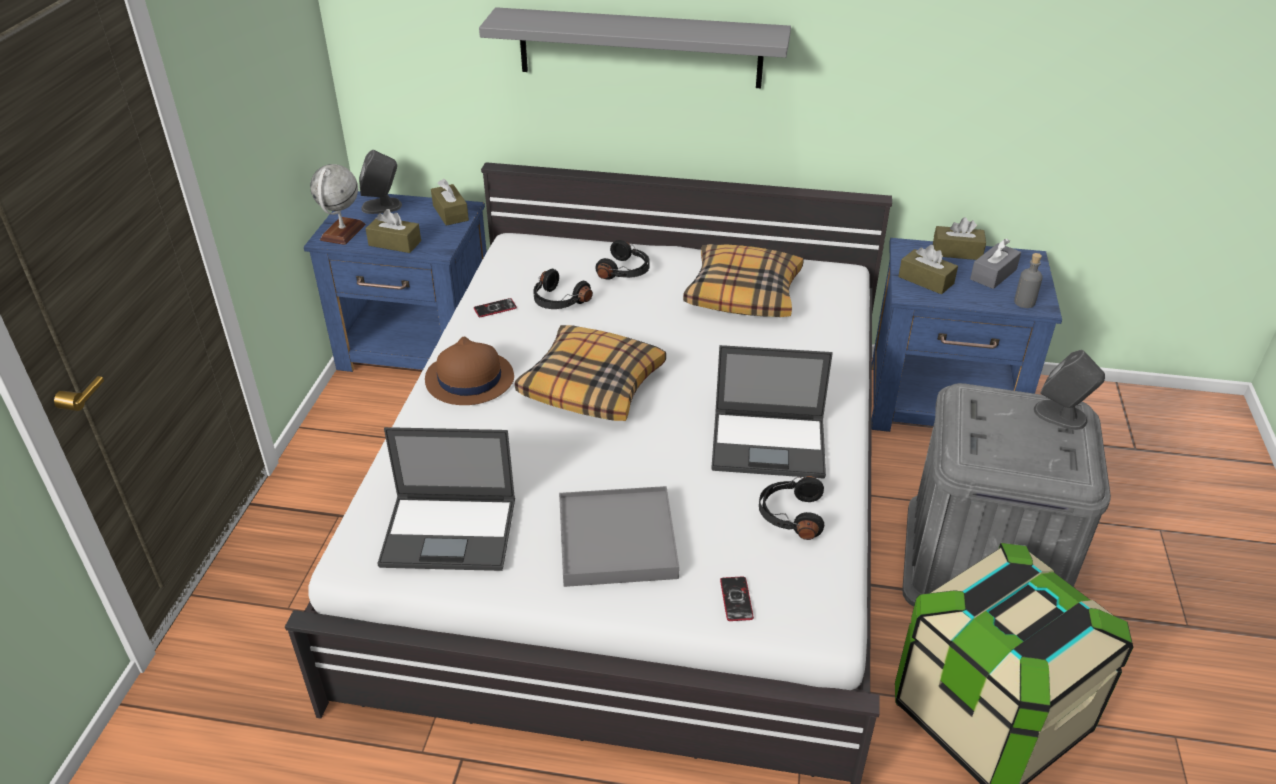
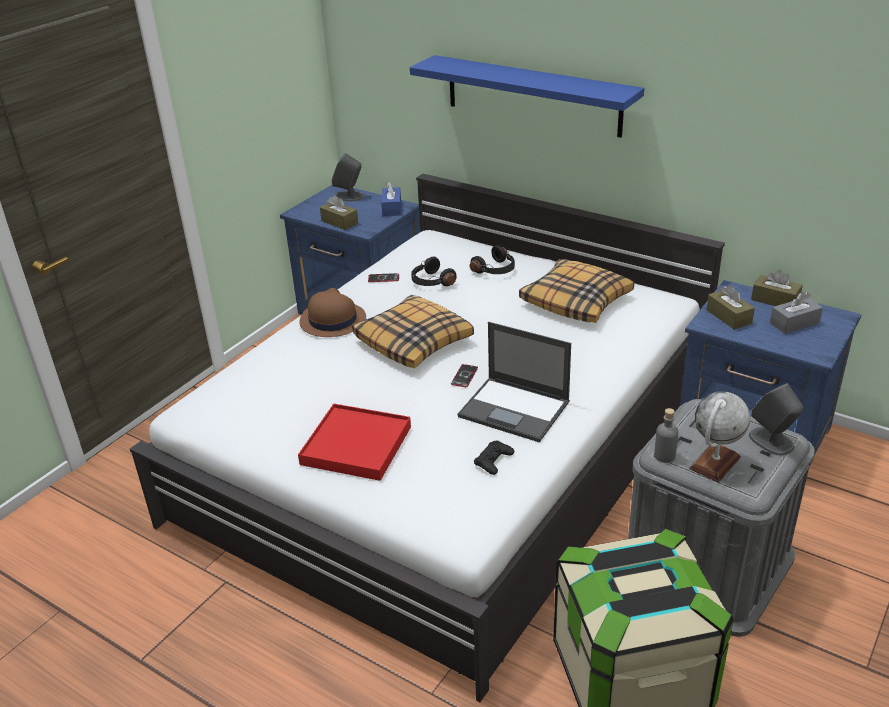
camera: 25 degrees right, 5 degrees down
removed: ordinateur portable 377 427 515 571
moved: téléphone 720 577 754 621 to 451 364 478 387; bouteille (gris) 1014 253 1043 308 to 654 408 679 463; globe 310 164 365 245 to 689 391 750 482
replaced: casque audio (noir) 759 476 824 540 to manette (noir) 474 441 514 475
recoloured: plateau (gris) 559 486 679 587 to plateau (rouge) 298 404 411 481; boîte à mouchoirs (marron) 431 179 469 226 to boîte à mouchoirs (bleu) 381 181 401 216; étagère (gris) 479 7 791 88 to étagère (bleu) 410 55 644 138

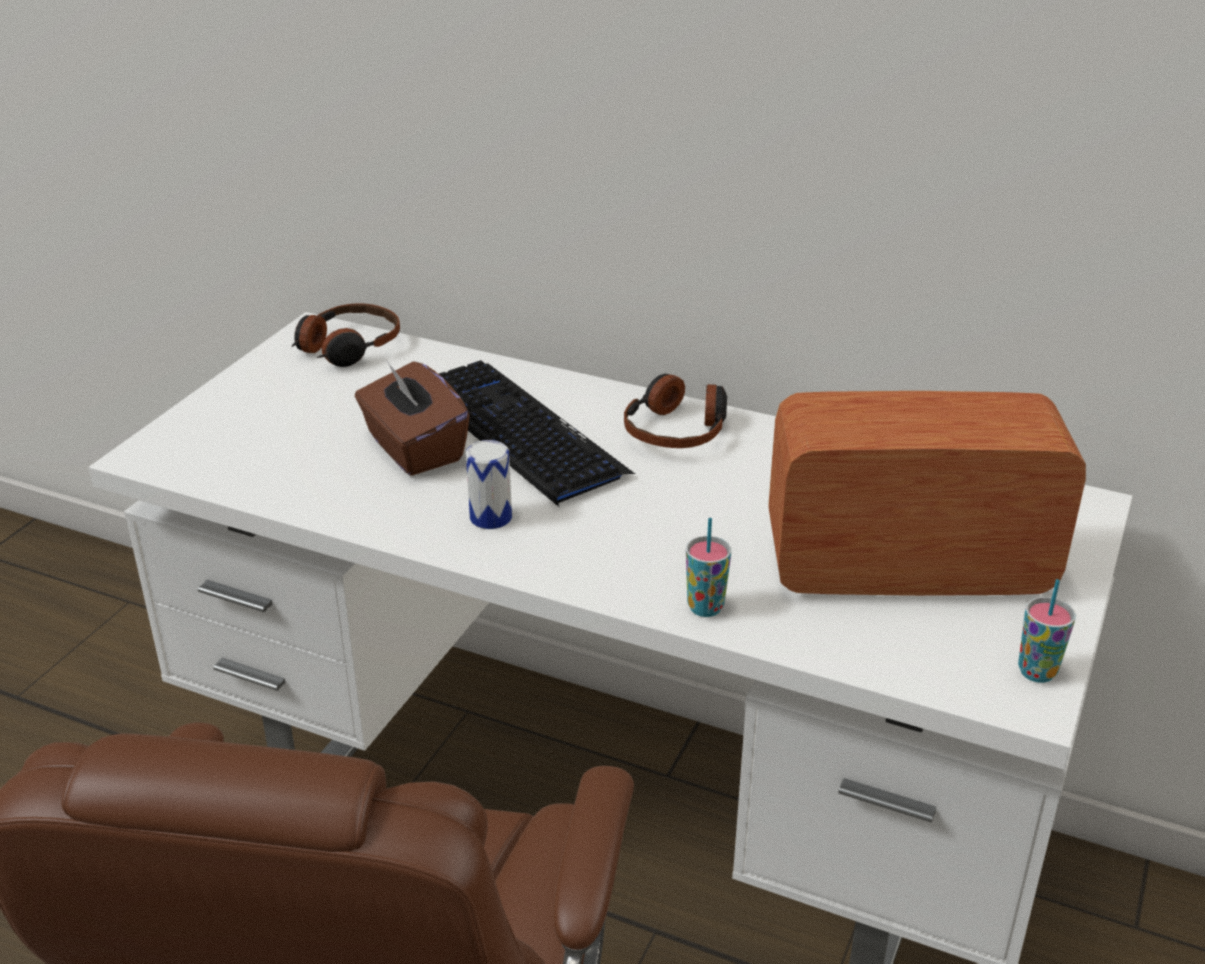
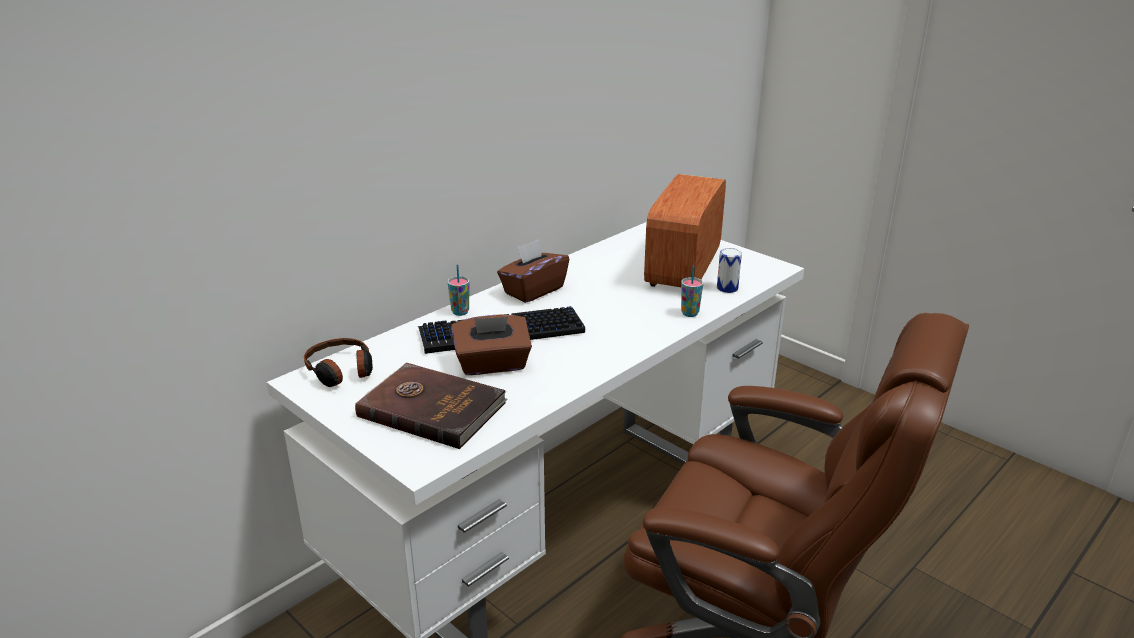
camera: 70 degrees left, 5 degrees down
added: livre (marron) 355 362 508 449
moved: tasse 1018 579 1076 683 to 447 264 470 316; boîte métallique 466 440 512 529 to 717 248 742 293
replaced: casque audio 624 374 727 448 to boîte à mouchoirs (marron) 497 239 569 303

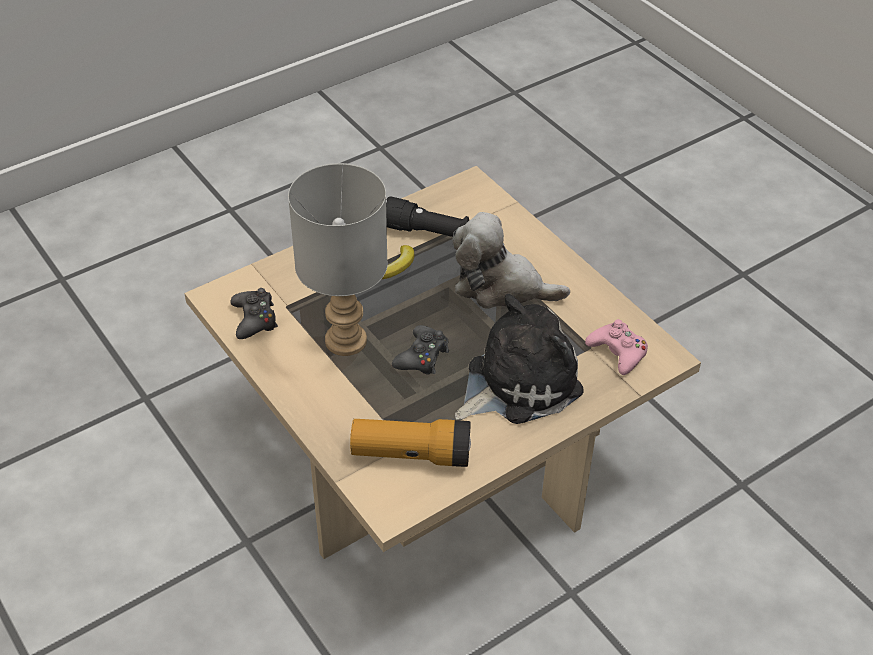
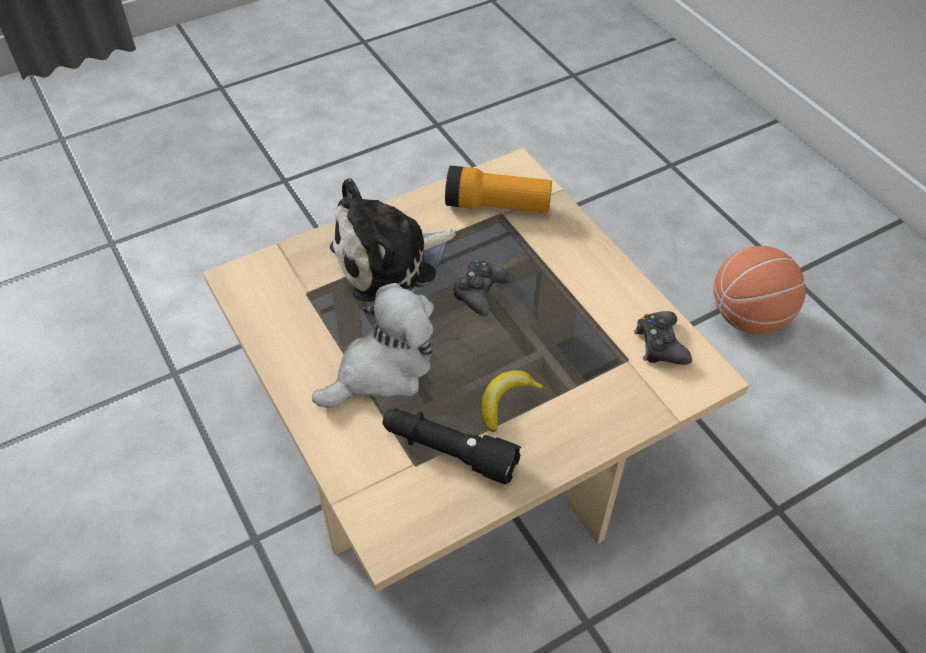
camera: 175 degrees left, 5 degrees up
removed: lampe de table (gris) 288 163 388 356; manette (rose) 585 319 648 375
added: ballon de basket 714 246 806 334
turned: peluche 452 212 570 309 = 312 283 434 408 60 degrees counterclockwise

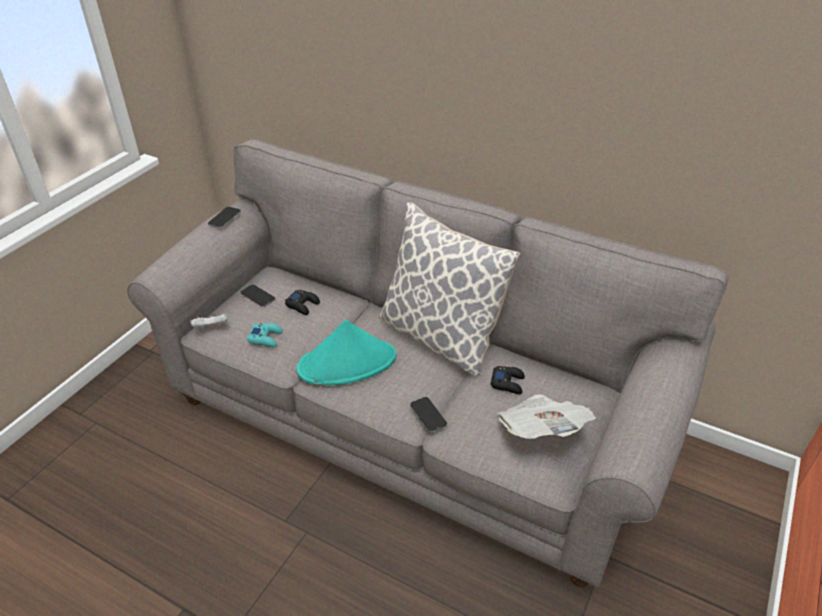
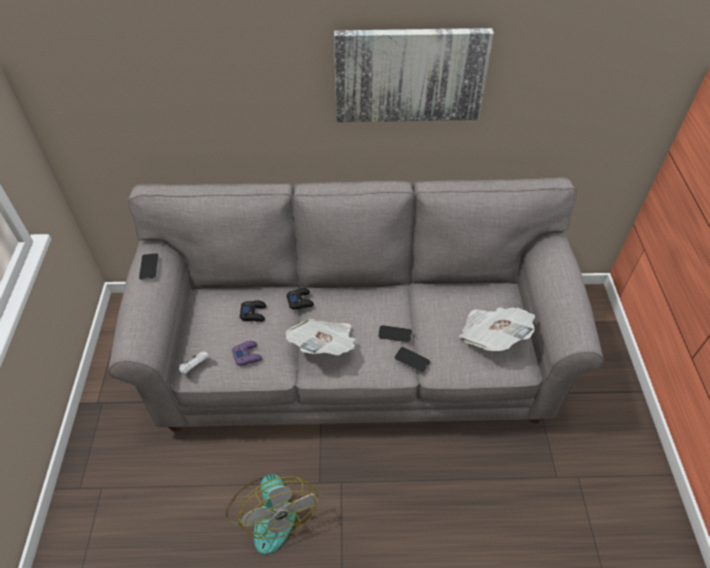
camera: 30 degrees left, 10 degrees up
removed: coussin 379 202 520 376
added: ventilateur 225 474 318 555; tableau 334 28 494 122
moved: manette (noir) 490 366 525 394 to 286 288 314 310; téléphone 240 285 275 307 to 378 325 412 343
replaced: chapeau (turquoise) 297 320 397 385 to journal 285 319 356 355
recoloured: manette (turquoise) 247 323 283 347 to manette (violet) 231 341 262 366

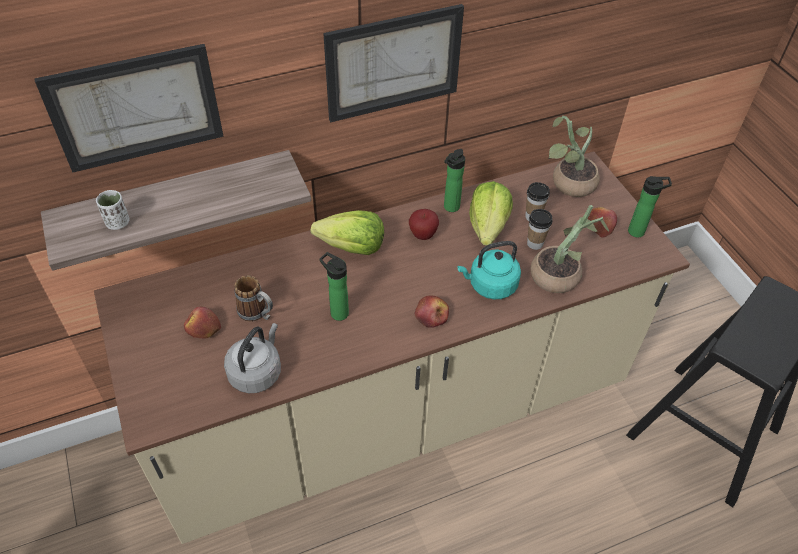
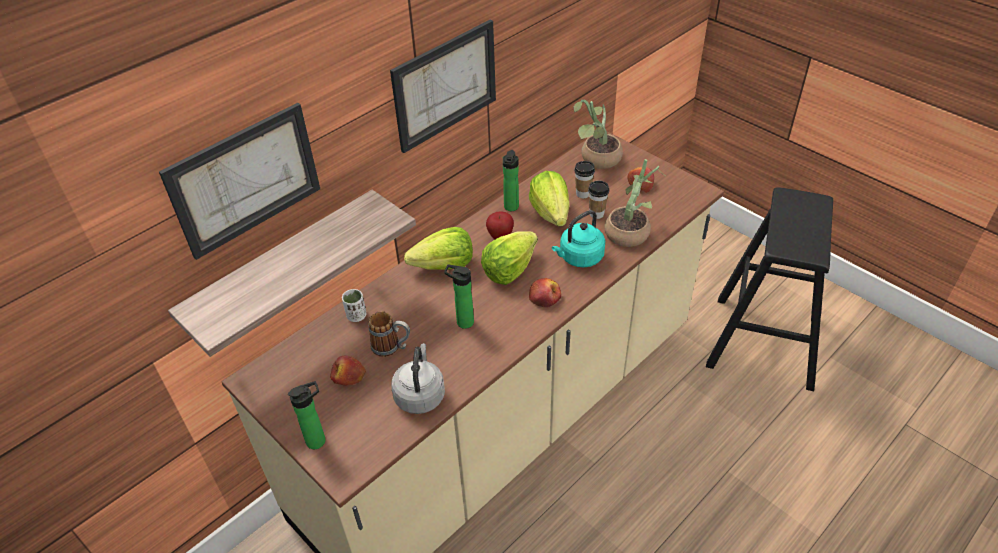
camera: 20 degrees left, 5 degrees down
added: laitue 481 231 538 285
moved: bouteille 628 176 672 238 to 288 381 325 449; tasse (blanc) 96 190 130 230 to 342 289 366 322

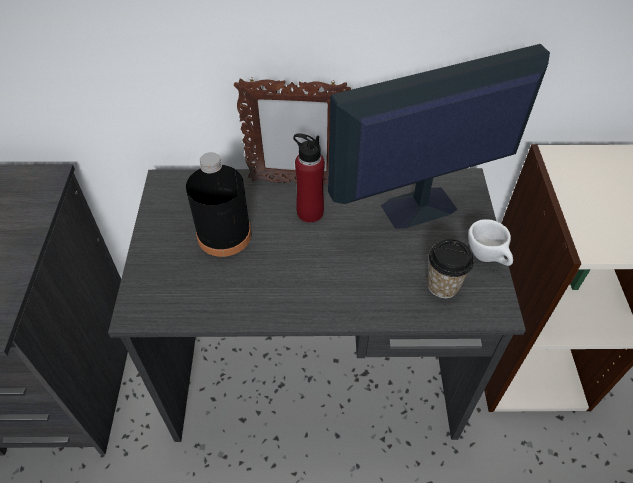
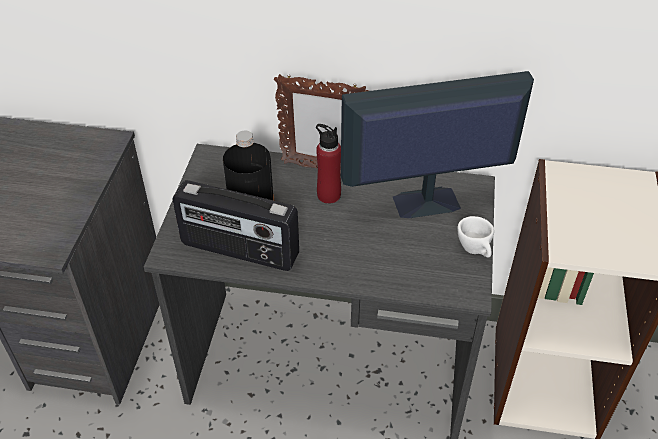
camera: 10 degrees right, 5 degrees down
removed: tasse 427 239 474 298
added: radio 172 180 299 271

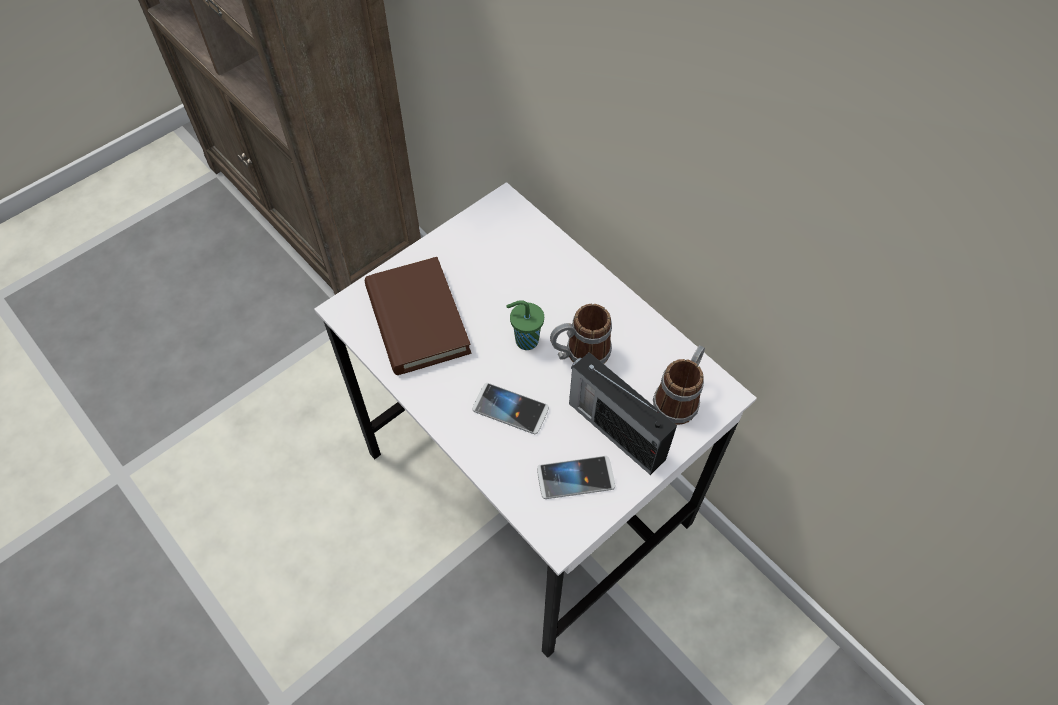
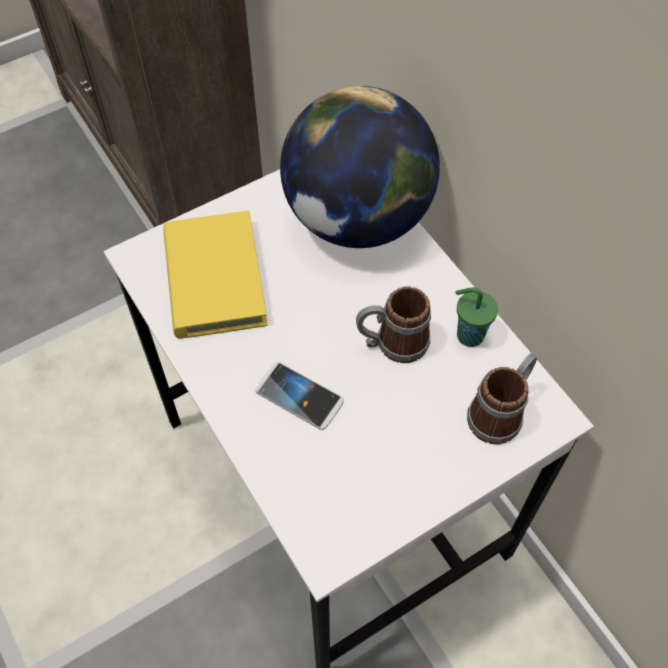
camera: 10 degrees right, 0 degrees up
removed: téléphone 537 456 615 499; radio 569 352 677 475
added: globe 280 86 440 248
moved: tasse (vert) 507 300 544 350 to 455 287 498 347
recoloured: livre (marron) 365 257 471 375 to livre (jaune) 163 211 268 339

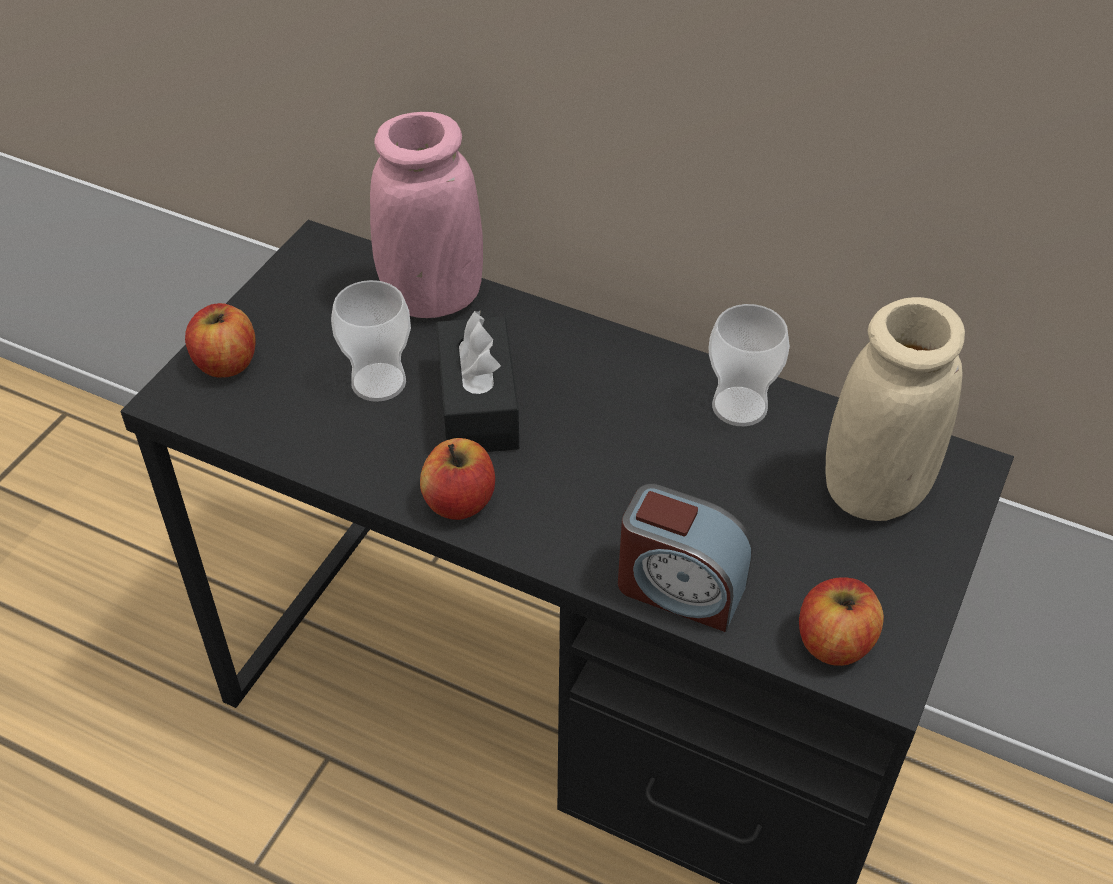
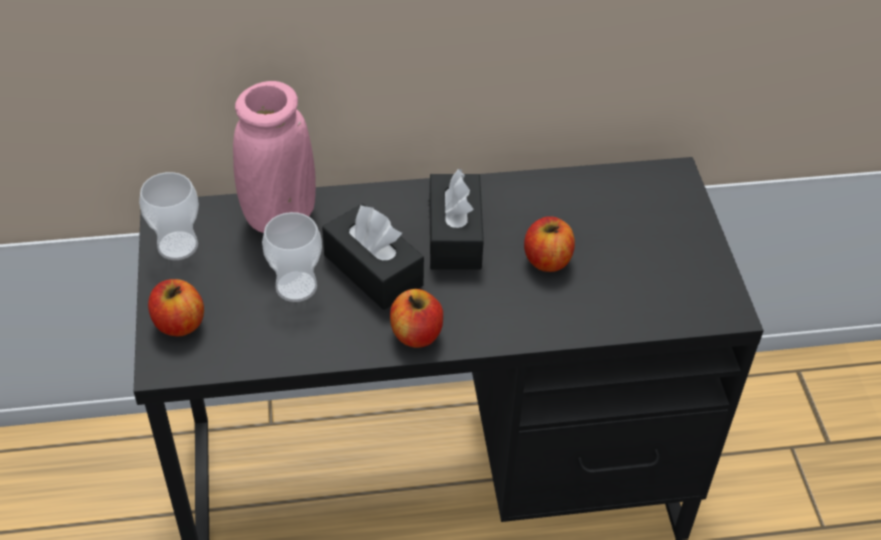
camera: 35 degrees left, 0 degrees up
removed: réveil 618 483 753 632; vase (beige) 826 297 965 521
added: boîte à mouchoirs (noir) 429 169 484 270
moved: tasse 708 304 790 426 to 139 172 199 260; pomme 799 577 884 666 to 524 216 575 272

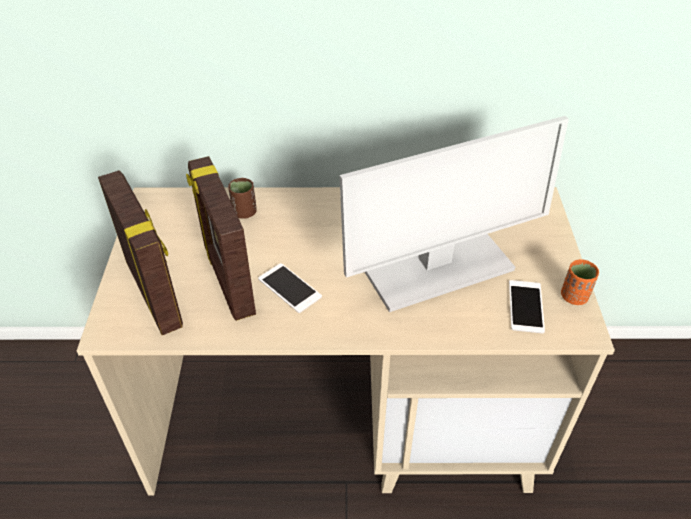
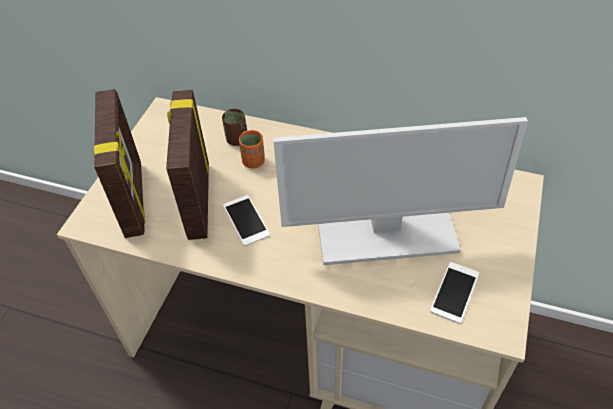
camera: 20 degrees right, 5 degrees up
moved: tasse (orange) 561 259 599 305 to 239 130 265 168

